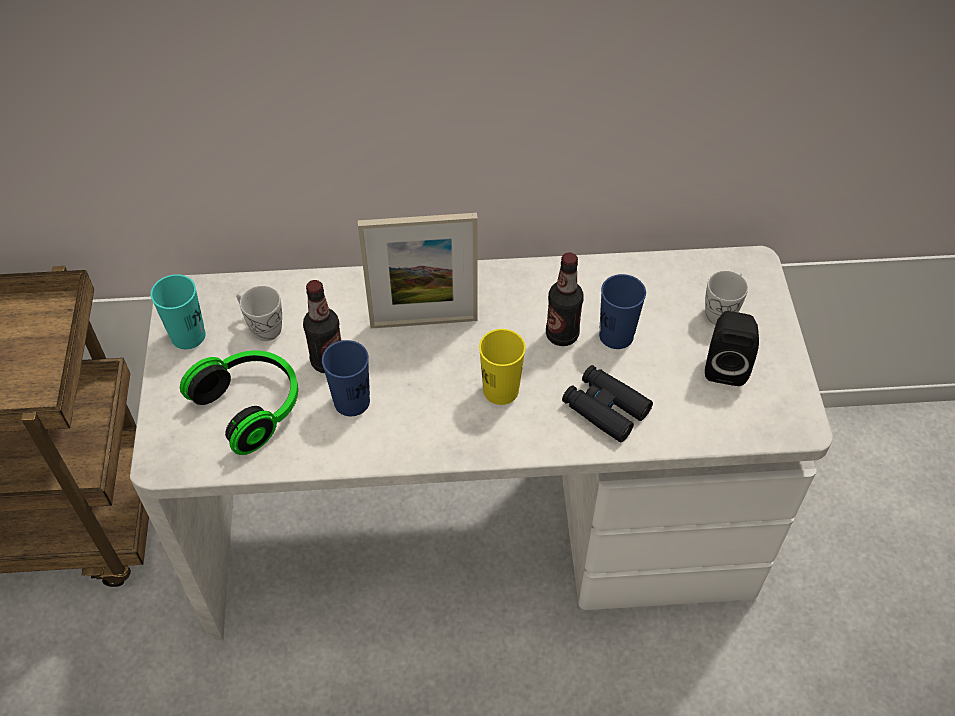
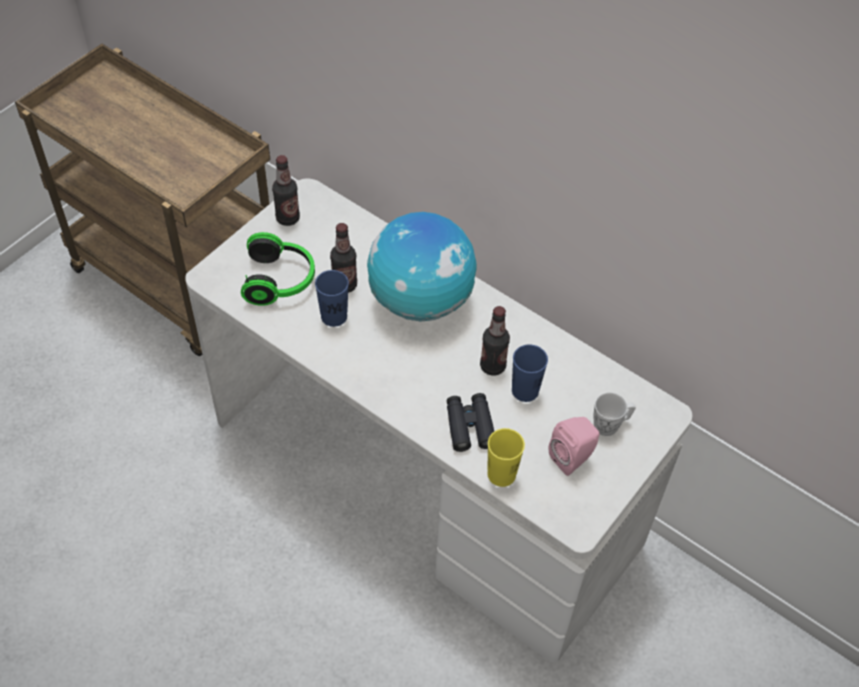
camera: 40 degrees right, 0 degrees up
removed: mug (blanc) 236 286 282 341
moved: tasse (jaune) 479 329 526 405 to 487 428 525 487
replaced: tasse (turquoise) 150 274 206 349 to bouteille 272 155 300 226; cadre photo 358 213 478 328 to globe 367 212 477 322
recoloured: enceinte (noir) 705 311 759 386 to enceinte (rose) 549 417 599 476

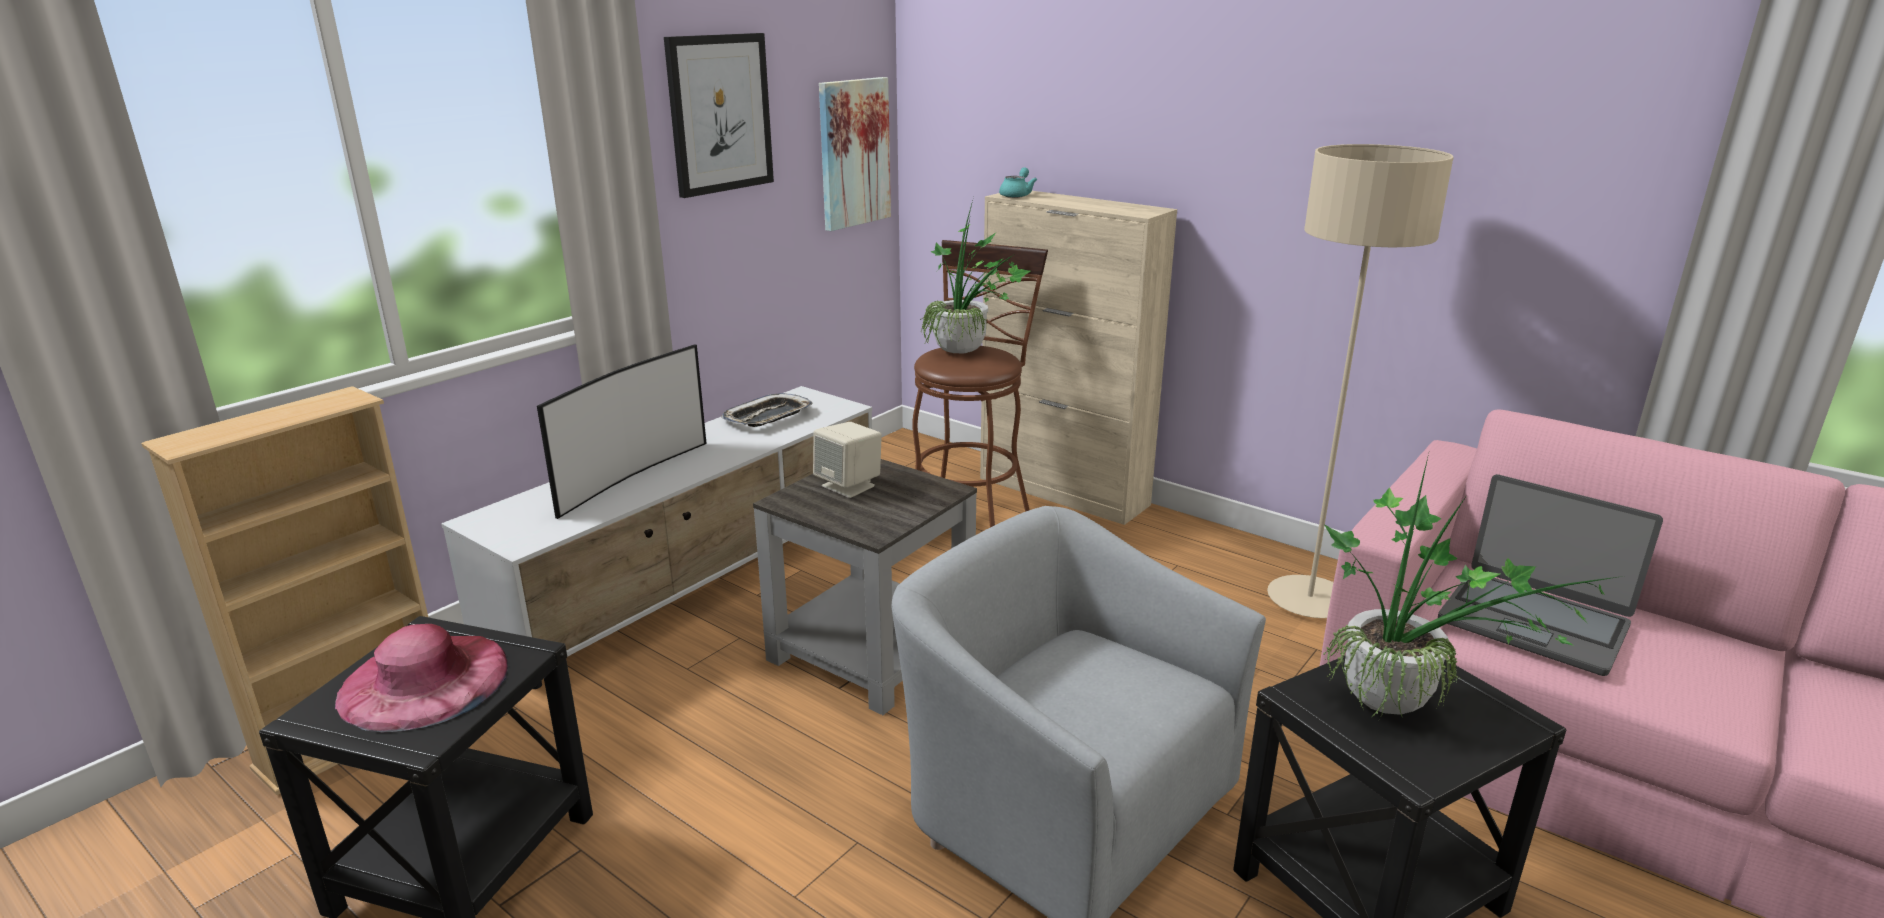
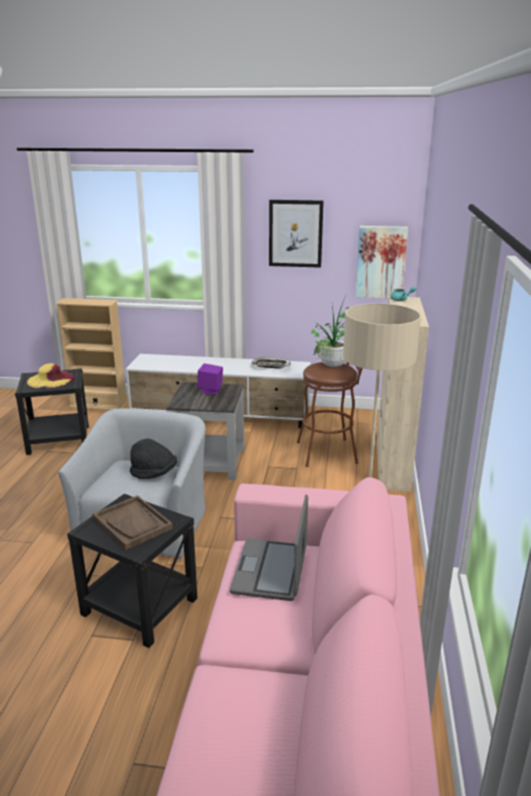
camera: 60 degrees right, 0 degrees up
removed: téléviseur 537 344 707 519
added: chapeau (noir) 130 439 177 479
replaced: plante en pot 1323 454 1623 720 to plateau (marron) 92 495 173 550
recoloured: chapeau (rose) 335 624 508 732 to chapeau (jaune) 27 363 75 389; enceinte (beige) 813 422 882 498 to enceinte (violet) 197 363 223 395

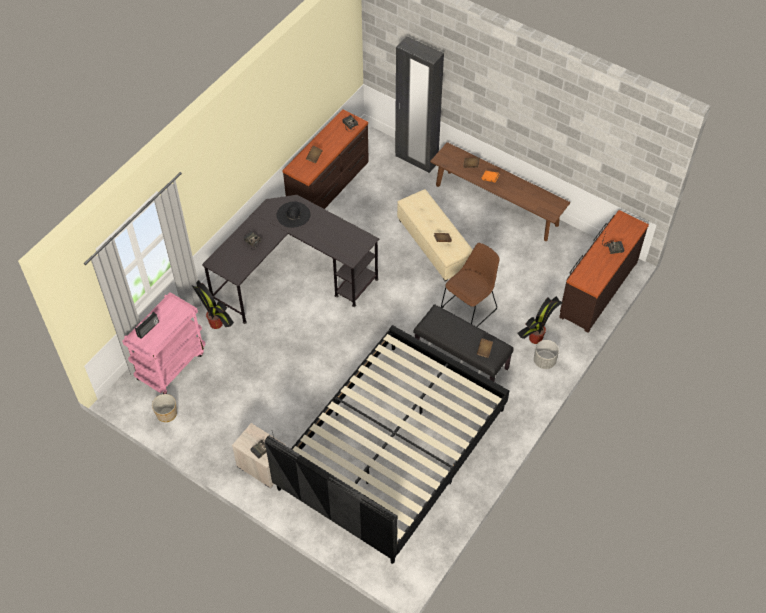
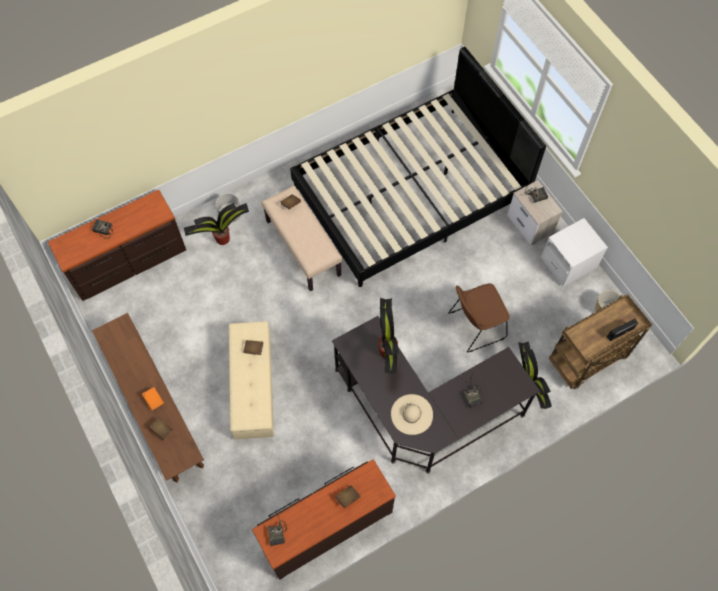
camera: 155 degrees left, 10 degrees up
removed: armoire (noir) 395 36 444 173
added: plante en pot 378 298 399 374; table de chevet (blanc) 541 218 608 287
moved: chaise (marron) 441 243 500 327 to 448 283 510 353
recoloured: banc (noir) 414 304 514 382 to banc (beige) 261 186 343 292; chapeau (noir) 276 201 310 228 to chapeau (beige) 391 394 433 435; chariot (rose) 122 292 206 394 to chariot (marron) 549 294 652 389

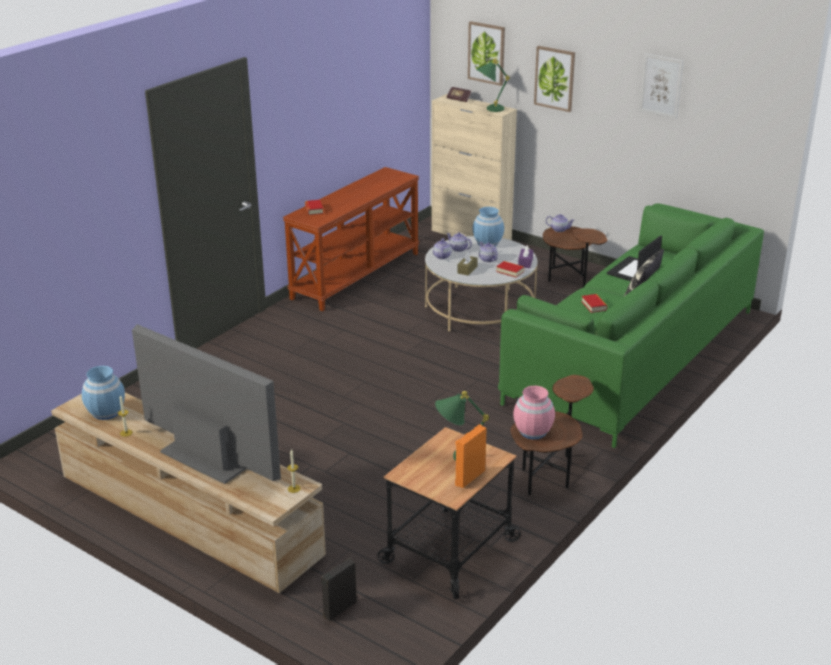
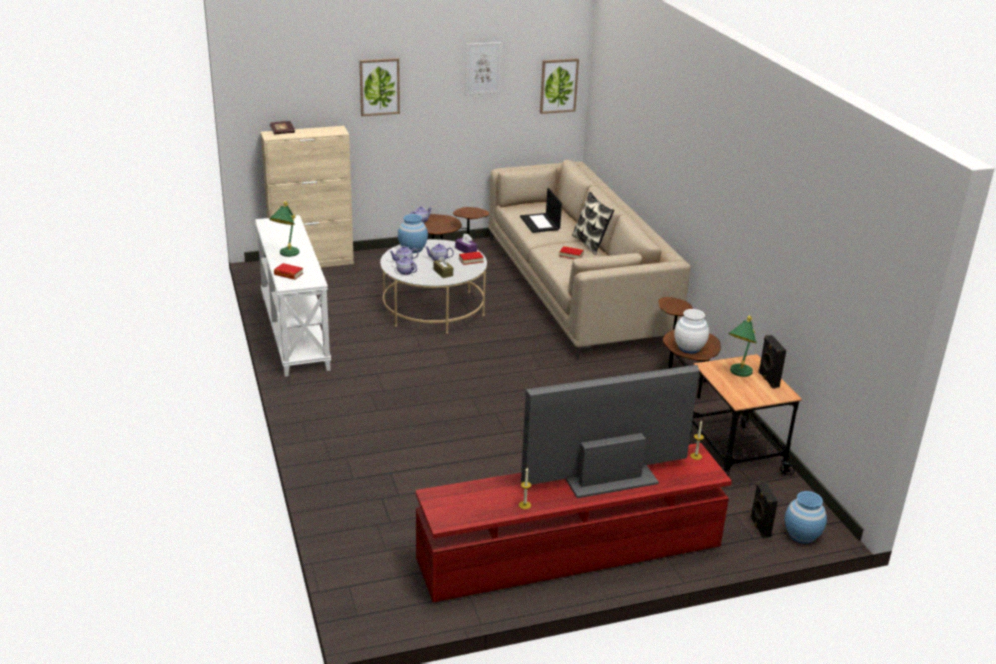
camera: 55 degrees left, 0 degrees up
moved: lampe de table (vert) 476 59 510 112 to 269 201 299 257; tableau 468 21 505 86 to 540 58 579 114; vase (bleu) 82 366 125 420 to 785 491 827 544
recoloured: table console (marron) 283 167 419 311 to table console (blanc) 255 215 331 377; meuble télé (beige) 51 393 326 593 to meuble télé (rouge) 416 443 732 602; canapé (vert) 498 203 764 448 to canapé (beige) 488 160 691 360; vase (rose) 513 386 555 439 to vase (blanc) 675 309 709 354; enceinte (orange) 455 424 487 488 to enceinte (noir) 758 335 786 389

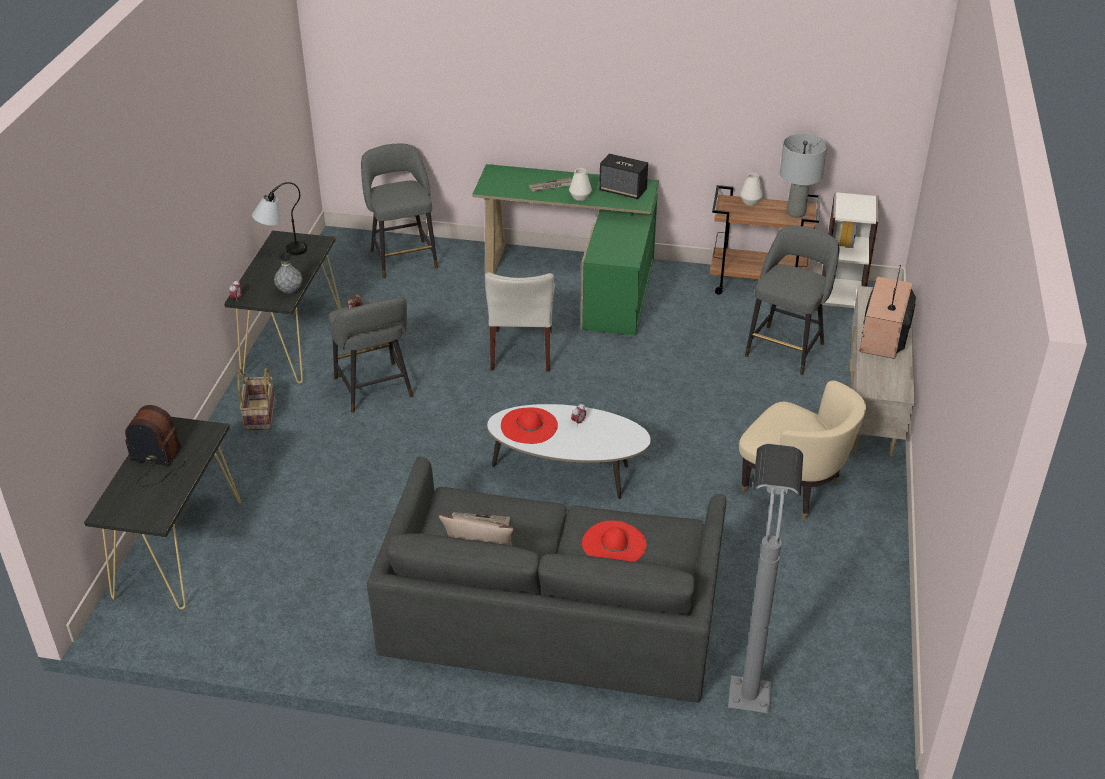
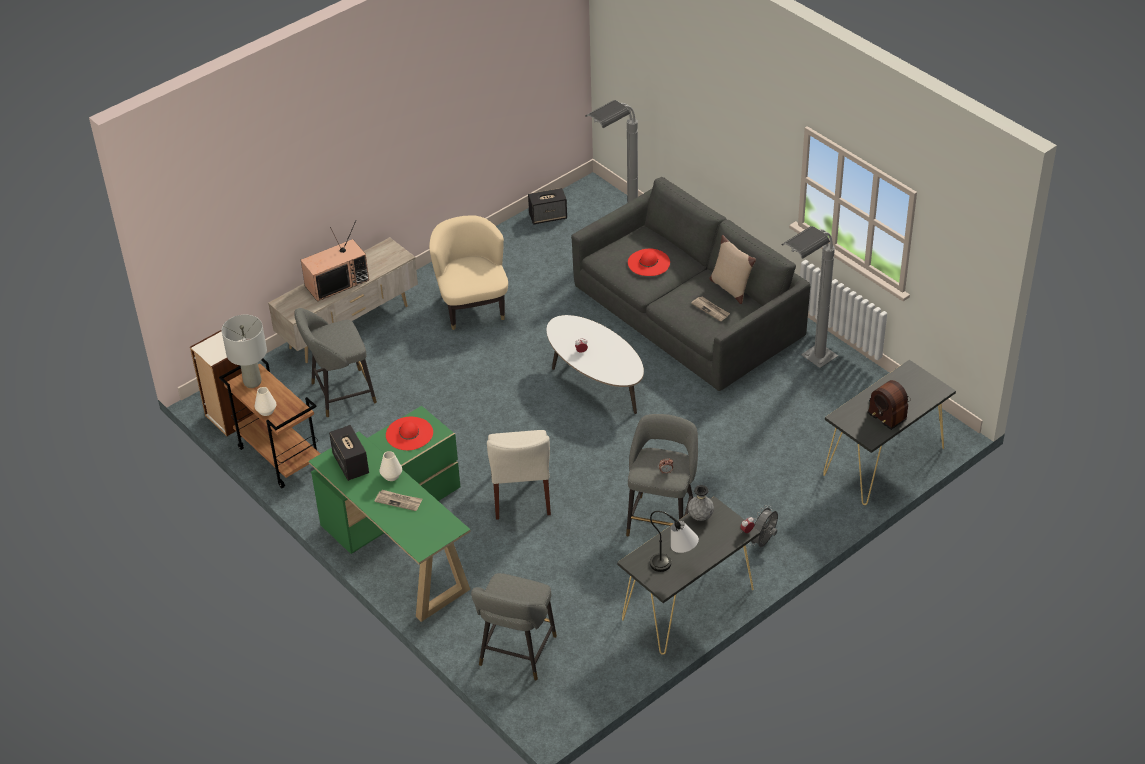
camera: 140 degrees left, 5 degrees up
added: enceinte 528 188 567 224; lampadaire (gris) 782 226 838 368
moved: chapeau (rouge) 501 408 558 444 to 386 417 433 450
replaced: panier 237 368 275 431 to ventilateur (gris) 748 505 778 547
turned: chaise (beige) 485 272 555 371 = 487 430 551 520 135 degrees clockwise

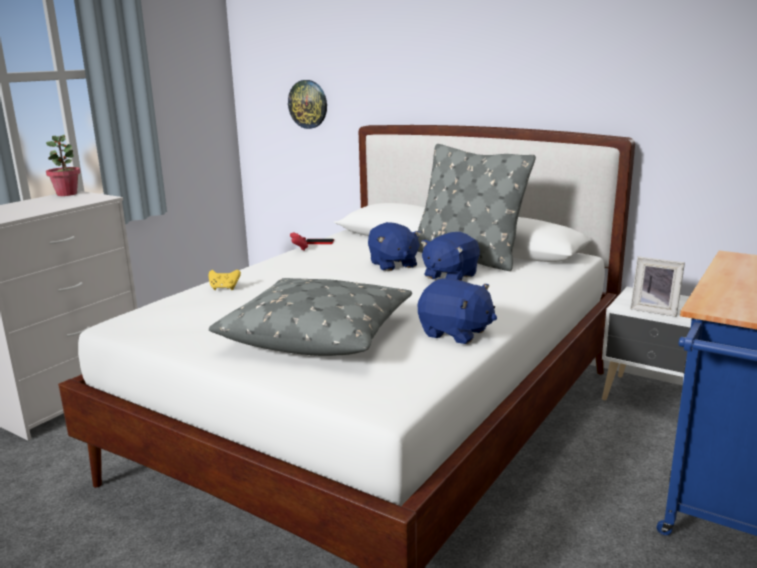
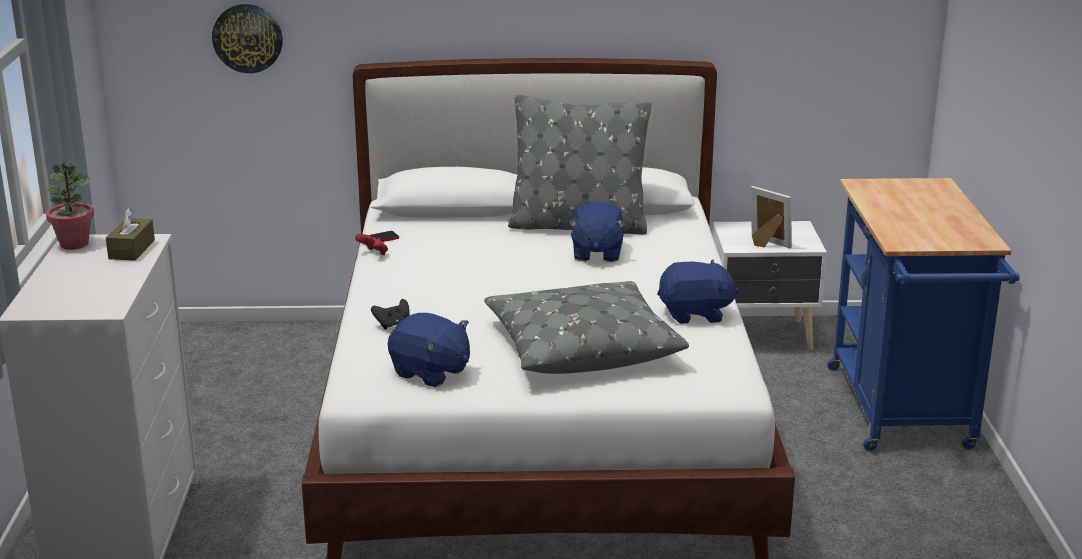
camera: 35 degrees left, 5 degrees up
added: boîte à mouchoirs (marron) 106 207 155 261
moved: peluche (bleu) 368 222 422 271 to 388 313 470 387
recoloured: manette (jaune) 209 270 241 290 to manette (noir) 371 299 410 329
turned: cadre photo 630 256 685 317 = 750 186 792 248 135 degrees counterclockwise

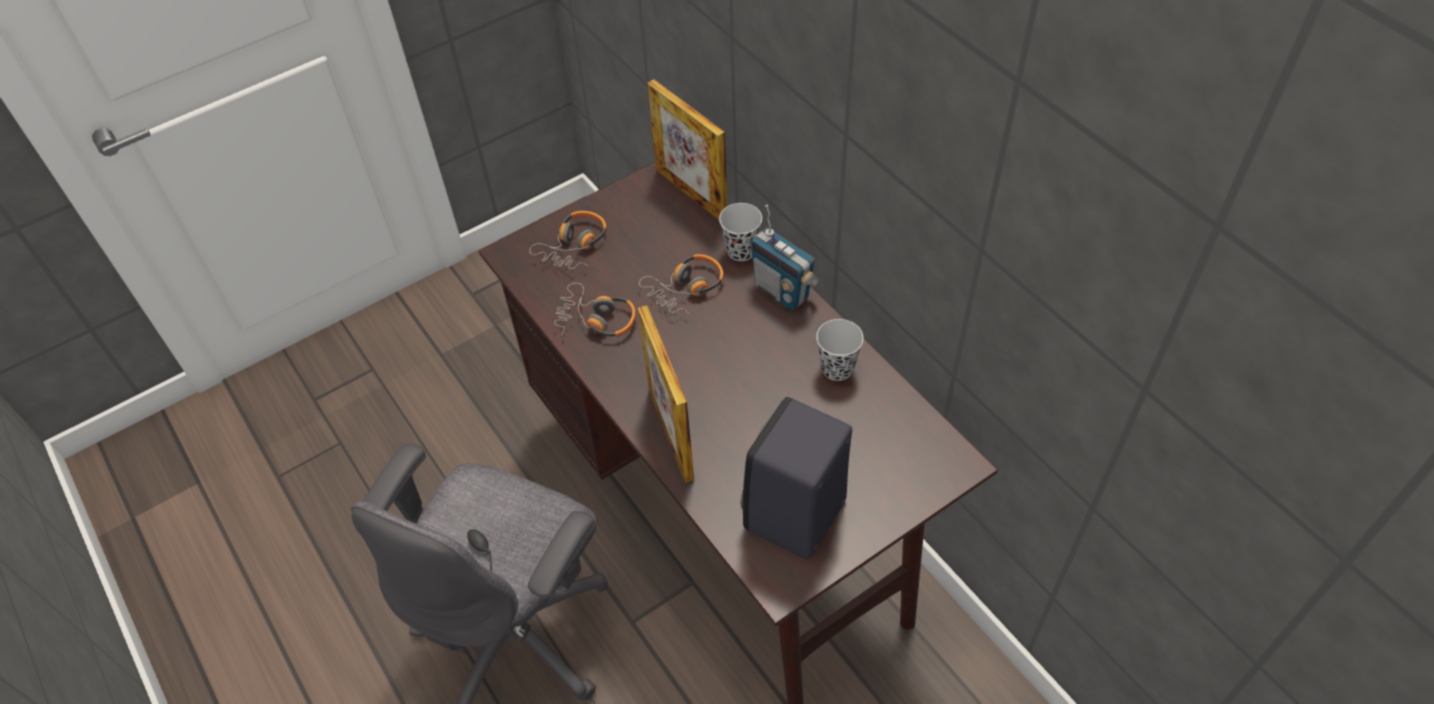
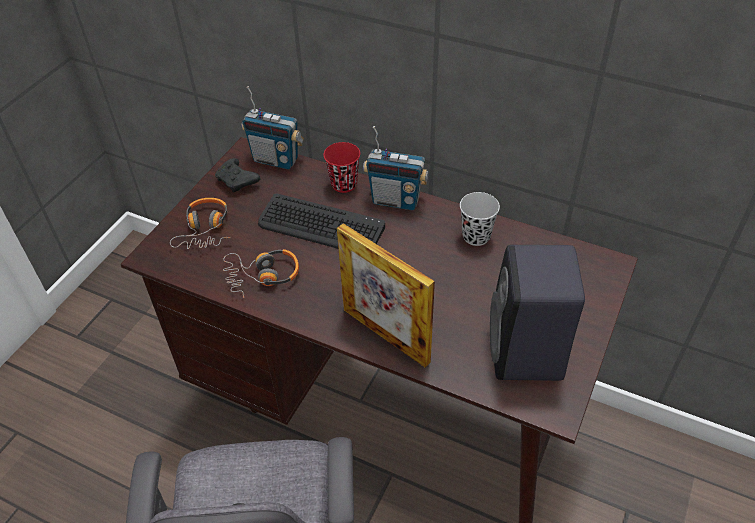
camera: 30 degrees left, 5 degrees down
added: manette (noir) 215 158 260 192
replaced: cadre photo 647 79 728 220 to radio 241 86 304 170; casque audio 639 254 724 314 to clavier 258 193 385 249
recoloured: tasse (noir) 719 203 762 261 to tasse (rouge) 323 142 360 193

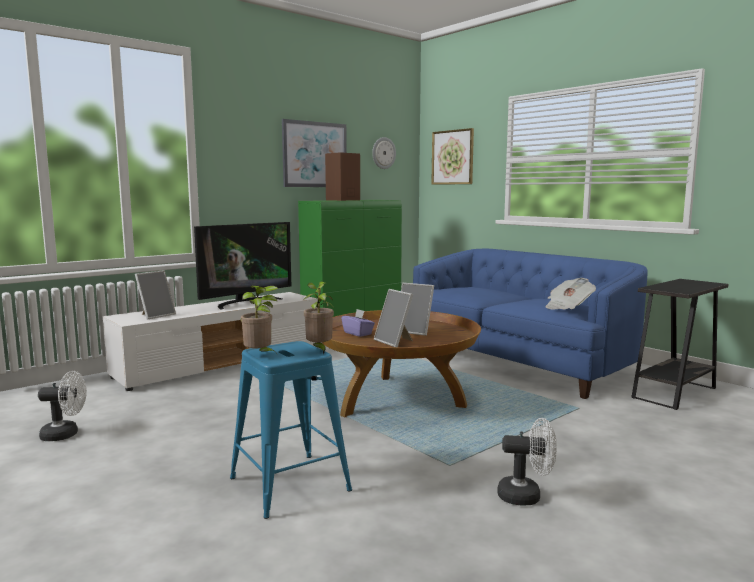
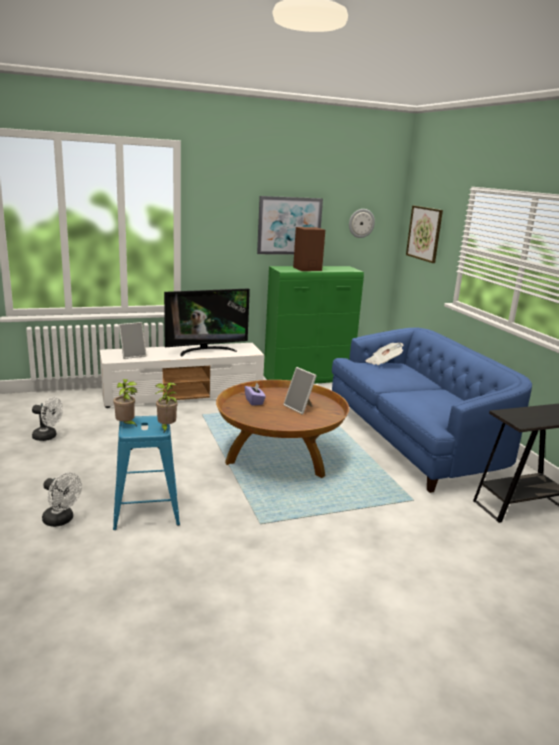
camera: 20 degrees right, 10 degrees up
removed: cadre photo 374 289 413 347
moved: ventilateur (blanc) 497 418 557 506 to 42 472 82 527; journal 545 278 596 310 to 365 343 403 365

